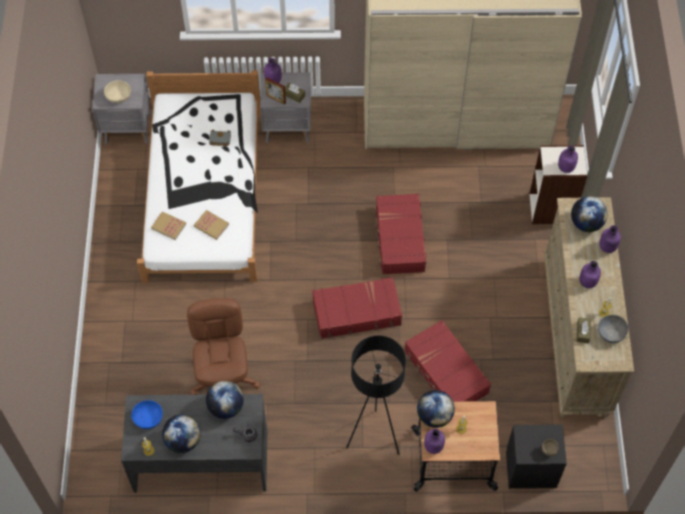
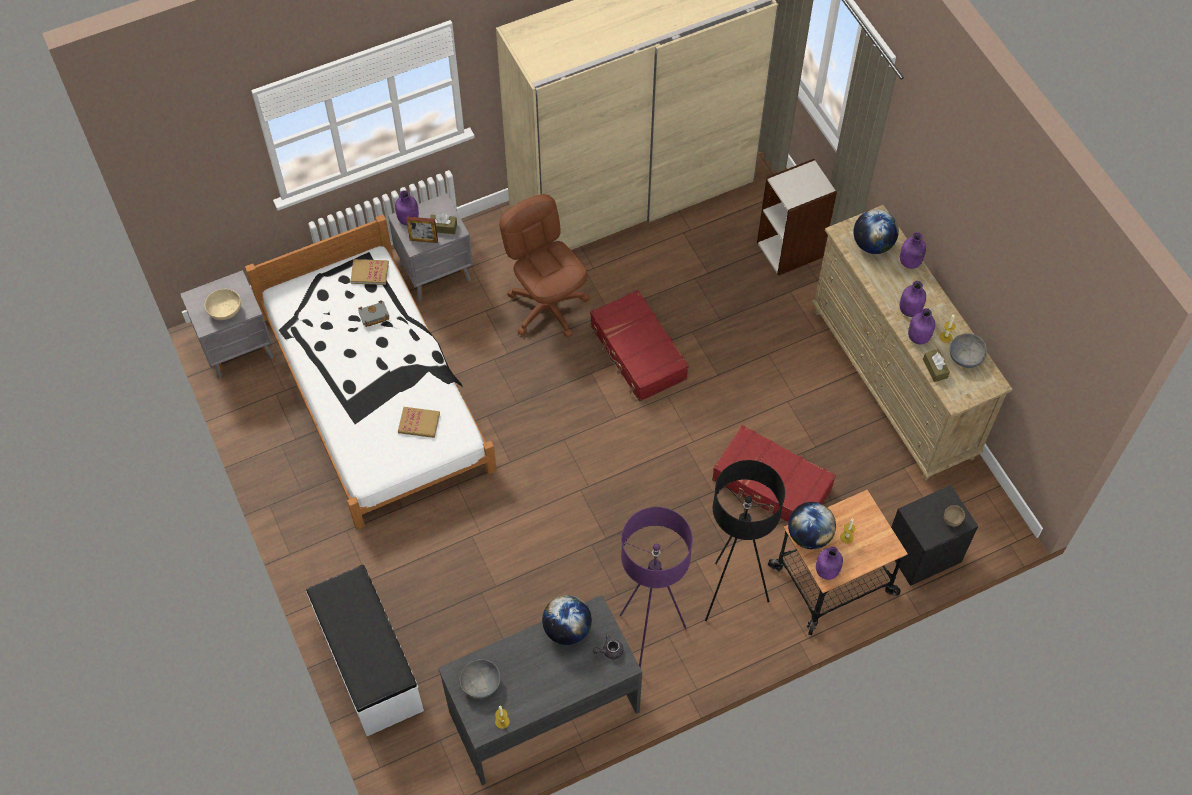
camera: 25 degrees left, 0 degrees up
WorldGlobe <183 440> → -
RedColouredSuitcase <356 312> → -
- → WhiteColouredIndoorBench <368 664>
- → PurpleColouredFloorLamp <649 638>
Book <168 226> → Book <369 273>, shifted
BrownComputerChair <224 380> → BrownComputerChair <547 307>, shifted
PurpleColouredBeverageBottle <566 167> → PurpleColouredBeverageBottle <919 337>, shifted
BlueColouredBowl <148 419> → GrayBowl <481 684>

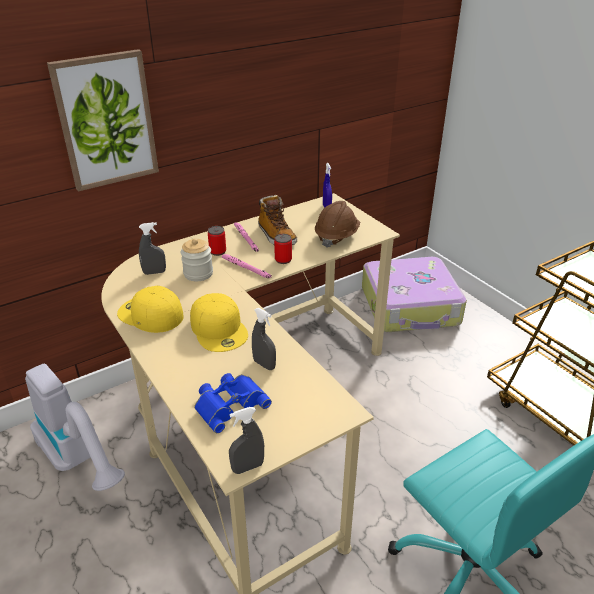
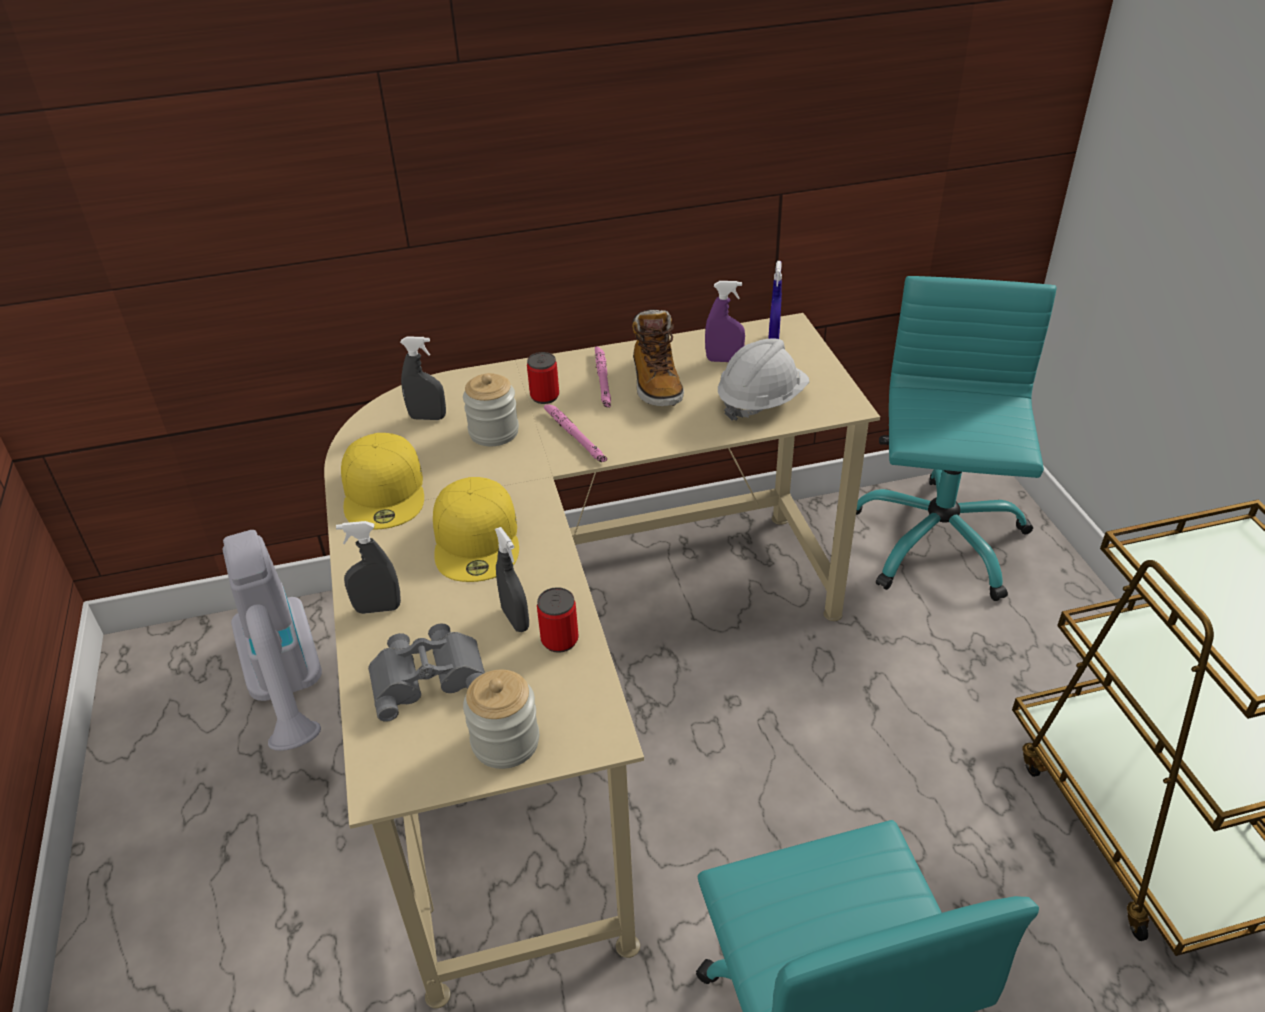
camera: 20 degrees right, 5 degrees up
WallPicture <106 120> → -
- → PreserveJar <505 742>
- → PurpleColouredSprayBottle <724 360>
GraySprayBottle <247 467> → GraySprayBottle <378 608>, shifted
SealedCan <283 260> → SealedCan <559 640>, shifted
Suitcase <410 306> → BlueGreenComputerChair <936 540>
BlueColouredBinoculars <229 403> → GrayBinoculars <428 675>
BrownWorkHelmet <336 236> → WhiteColouredWorkHelmet <761 401>
YellowishBaseballCap <149 314> → YellowishBaseballCap <385 491>, 150 degrees counterclockwise

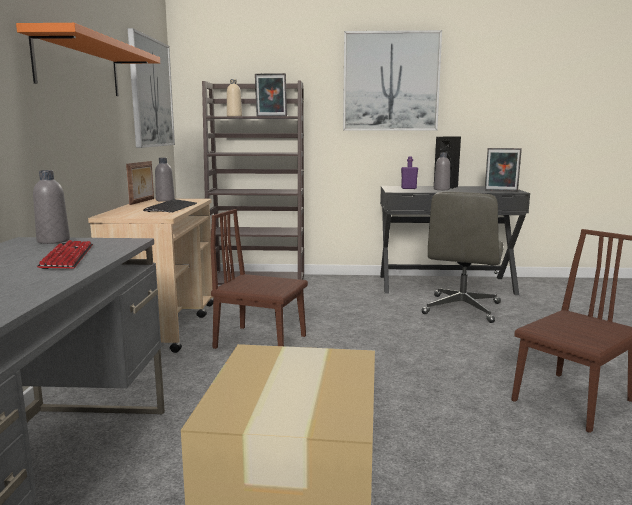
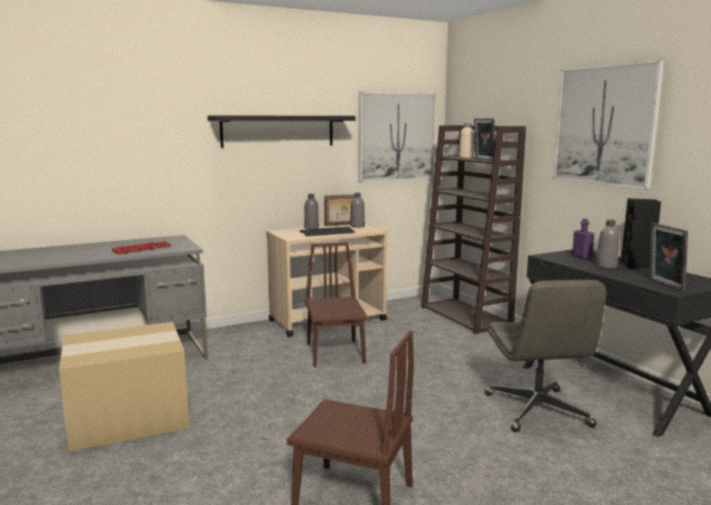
camera: 60 degrees right, 0 degrees up
GrayBeverageBottle <53 241> → GrayBeverageBottle <311 228>, shifted
OrangeColouredShelf <80 67> → BlackColouredShelf <278 131>
GrayComputerChair <462 309> → GrayComputerChair <537 411>, 90 degrees counterclockwise

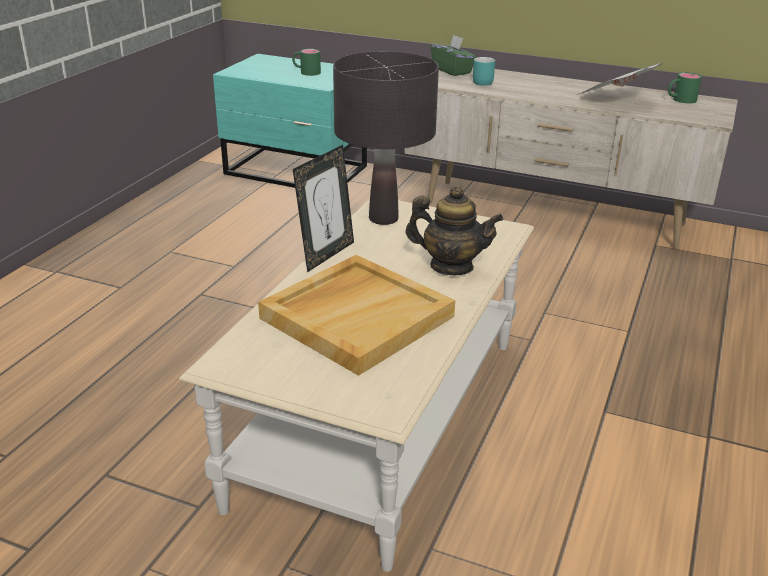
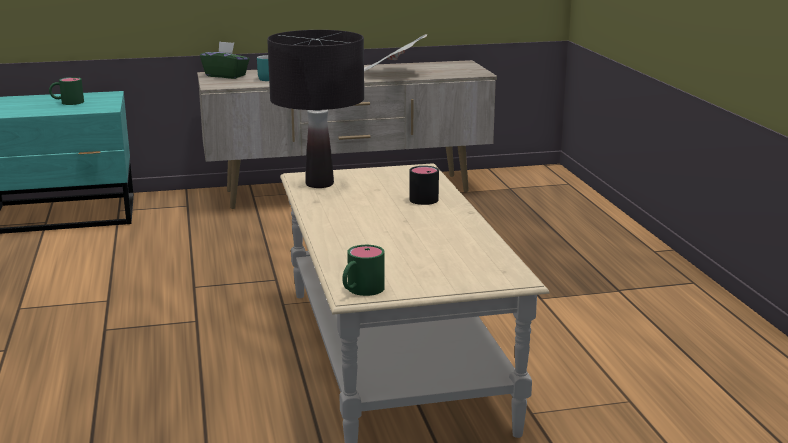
camera: 35 degrees left, 10 degrees down
SandColouredServingTray <357 316> → -
PictureFrame <326 255> → -
GreenishTeaMug <680 100> → GreenishTeaMug <360 291>, shifted
PotForTea <451 266> → BlackColouredTeaMug <421 197>

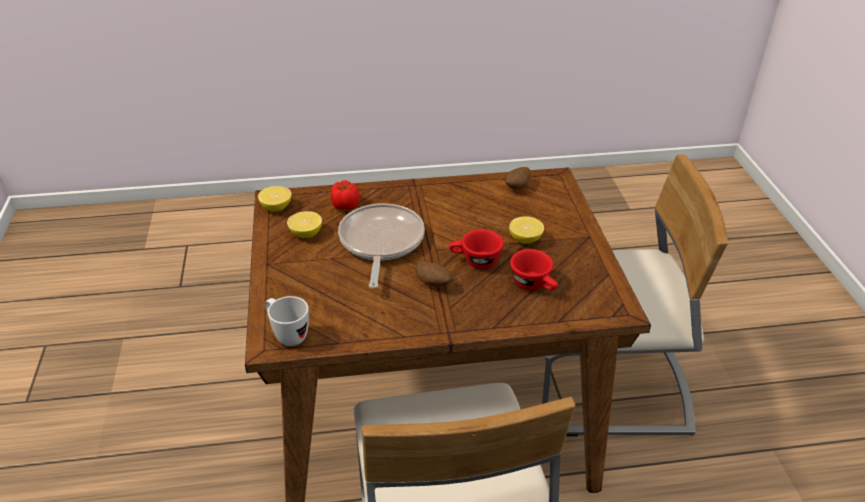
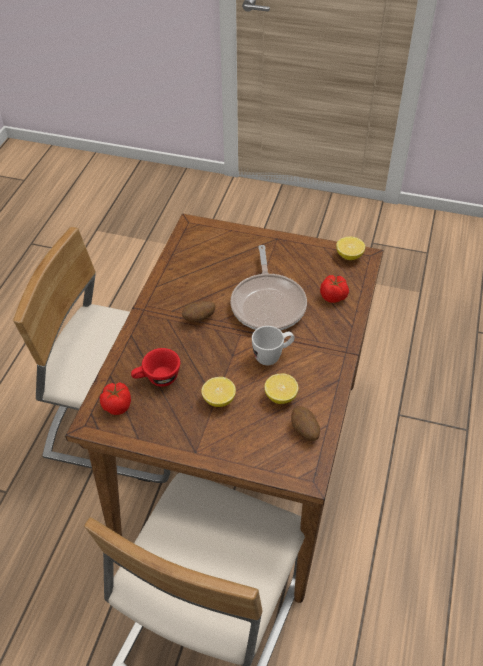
camera: 115 degrees right, 10 degrees up
RedColouredCup <475 261> → -
- → WholeTomato <118 405>
WhiteColouredTeaMug <287 335> → WhiteColouredTeaMug <273 356>, shifted
WholeLemon <306 234> → WholeLemon <280 396>, shifted
Skillet <380 242> → Skillet <268 303>, 60 degrees clockwise

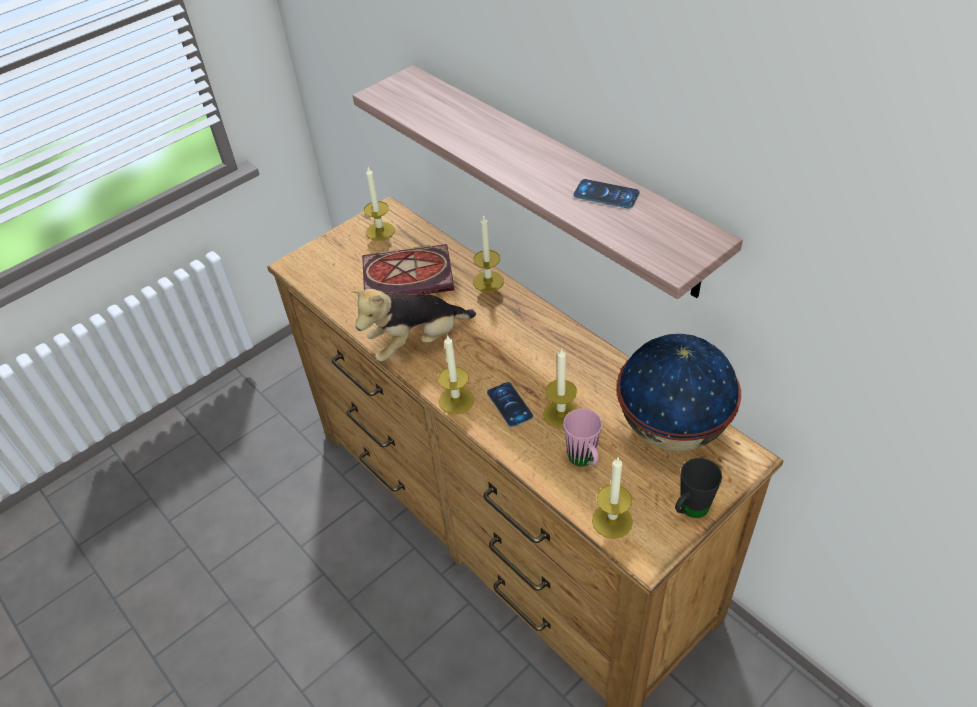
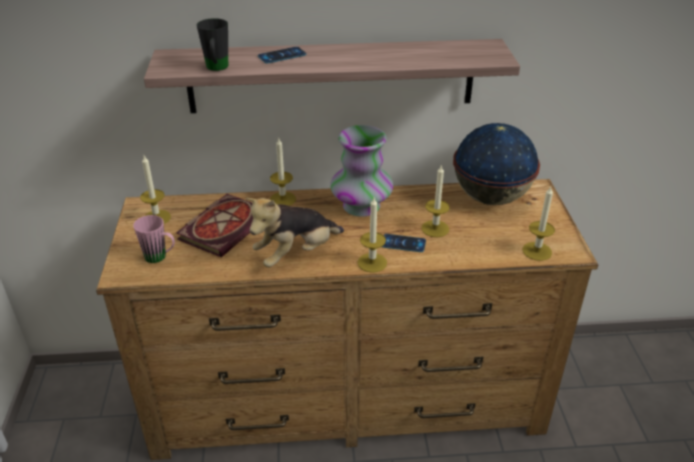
camera: 55 degrees left, 10 degrees down
- → FlowerVase <361 206>
PinkishTeaMug <584 461> → PinkishTeaMug <160 257>, shifted
Phone <606 194> → Phone <282 55>, shifted
BlackColouredTeaMug <689 511> → BlackColouredTeaMug <217 69>, shifted
CuddlyToy <417 343> → CuddlyToy <296 254>, 45 degrees clockwise

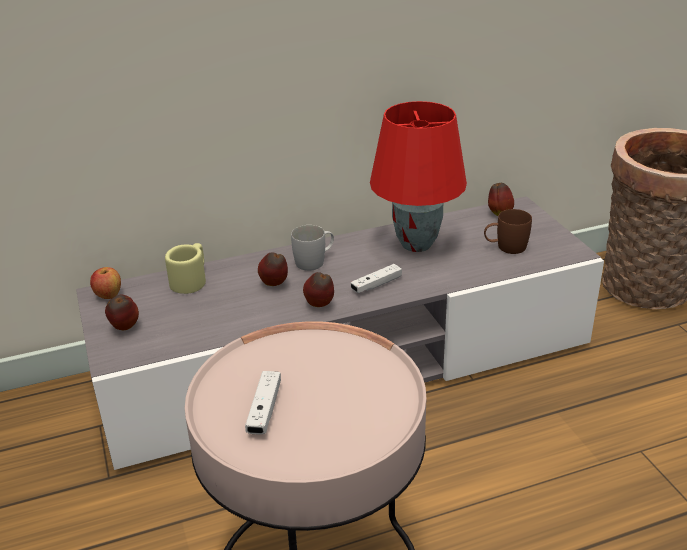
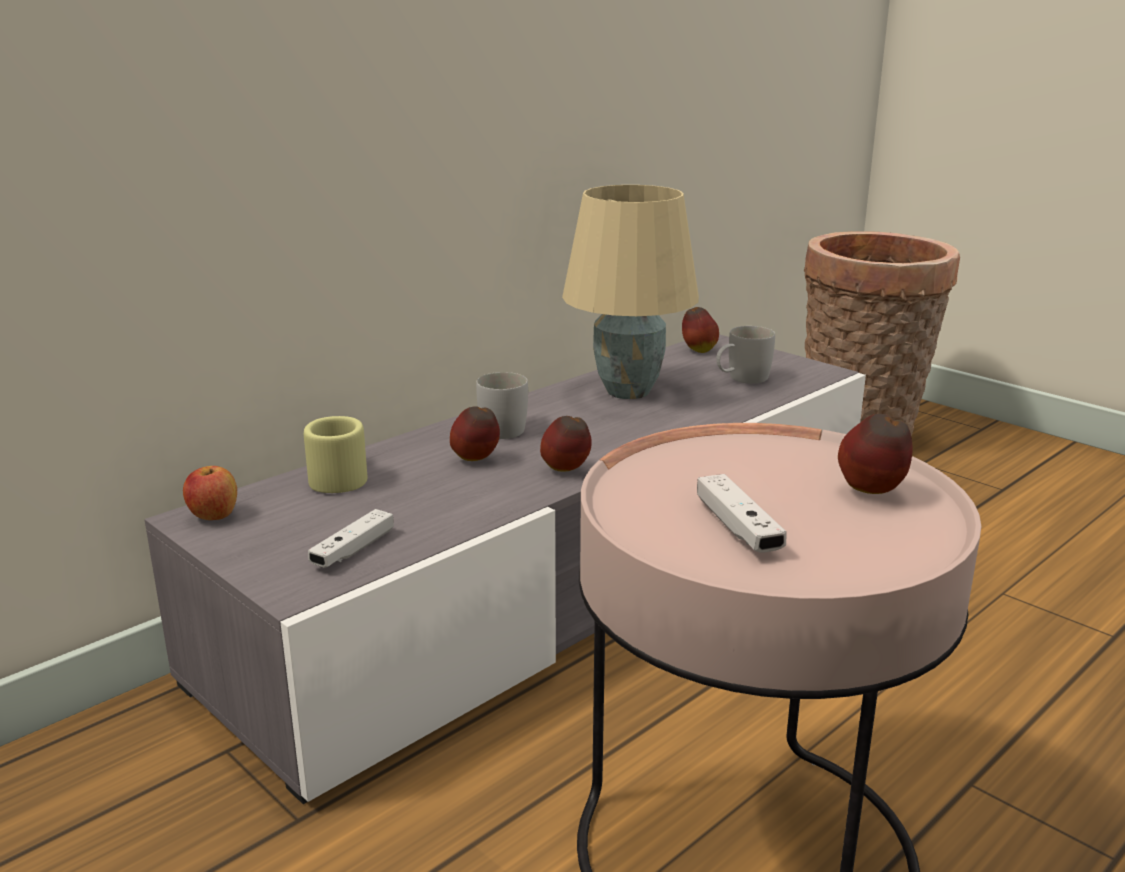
camera: 25 degrees left, 10 degrees down
AppleFruit <125 328> → AppleFruit <871 493>, shifted
WhiteColouredJoypad <376 285> → WhiteColouredJoypad <353 550>, shifted
RedColouredLampForATable <415 244> → SandColouredLampForATable <626 392>
BrownTeaMug <505 247> → WhiteColouredTeaMug <741 379>

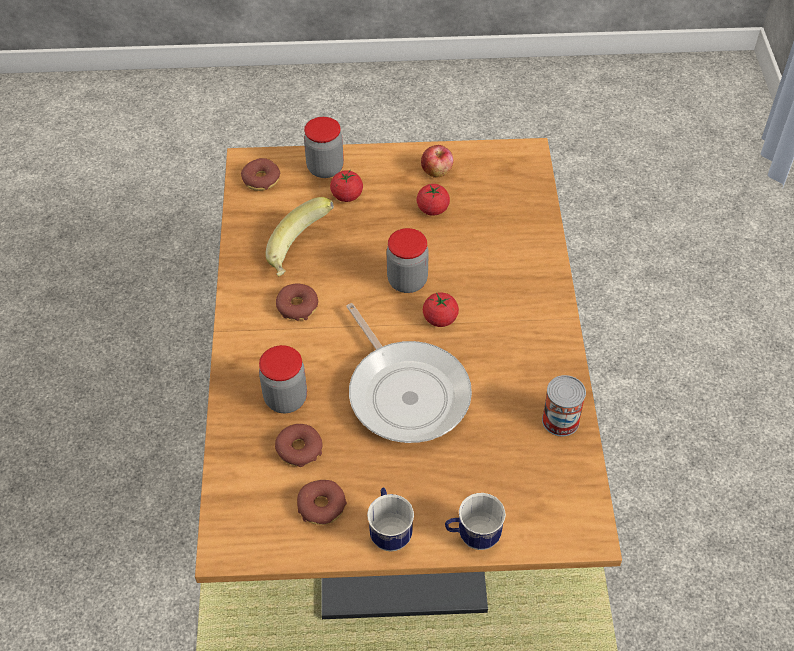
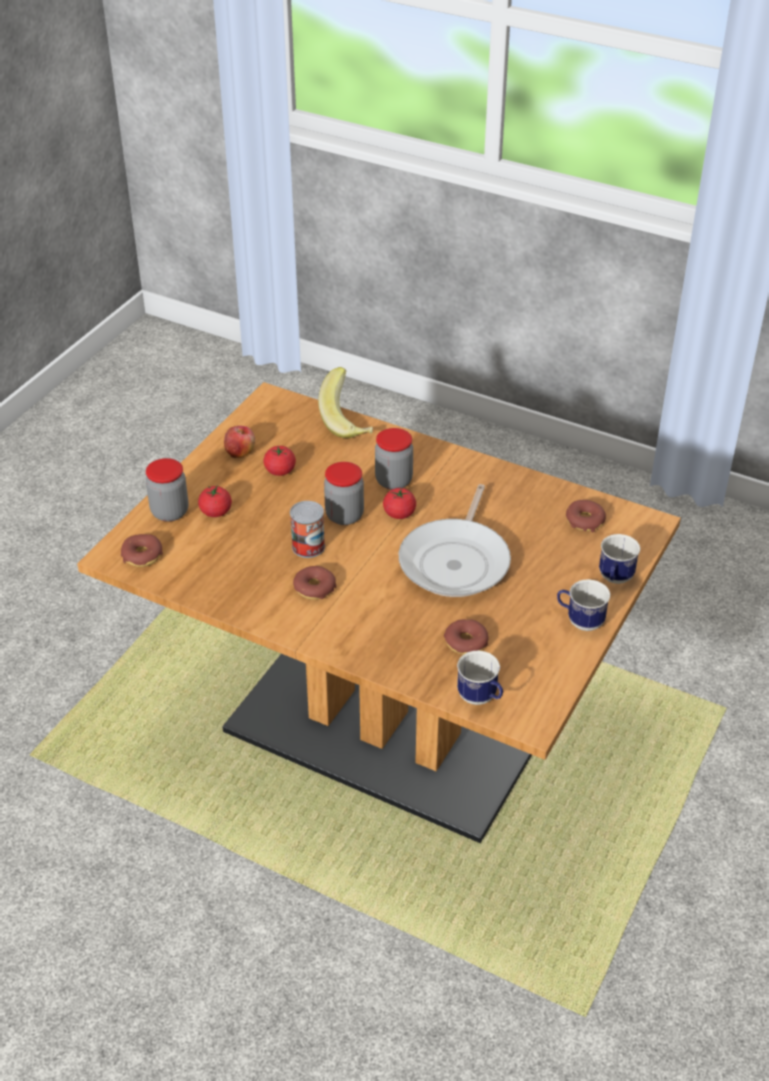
camera: 60 degrees left, 10 degrees down
- → TeaMug <481 699>
PreserveJar <286 399> → PreserveJar <393 481>, shifted
BananaFruit <301 253> → BananaFruit <349 421>, shifted
Donut <322 506> → Donut <585 521>, shifted
SealedCan <560 420> → SealedCan <308 546>, shifted
Skillet <406 392> → Skillet <456 561>, 105 degrees clockwise

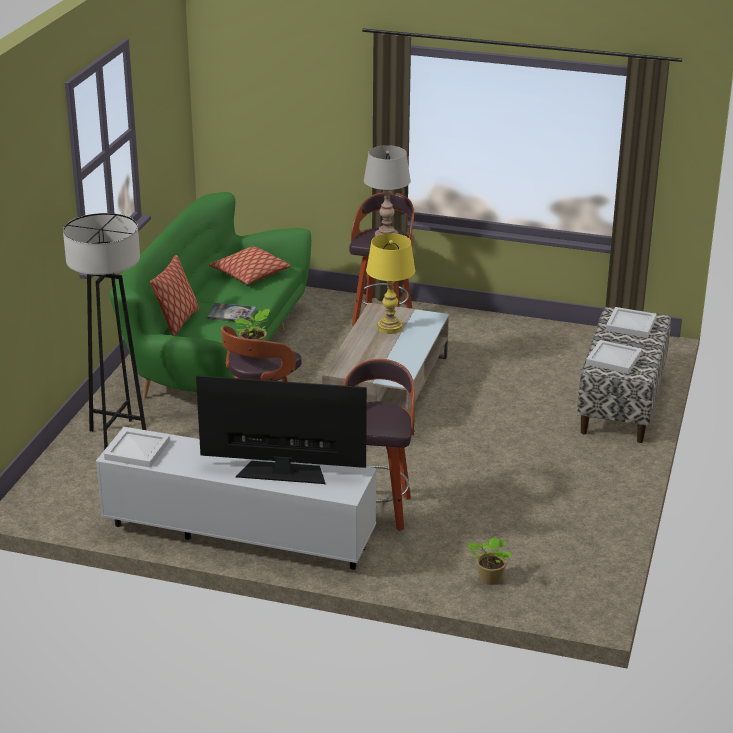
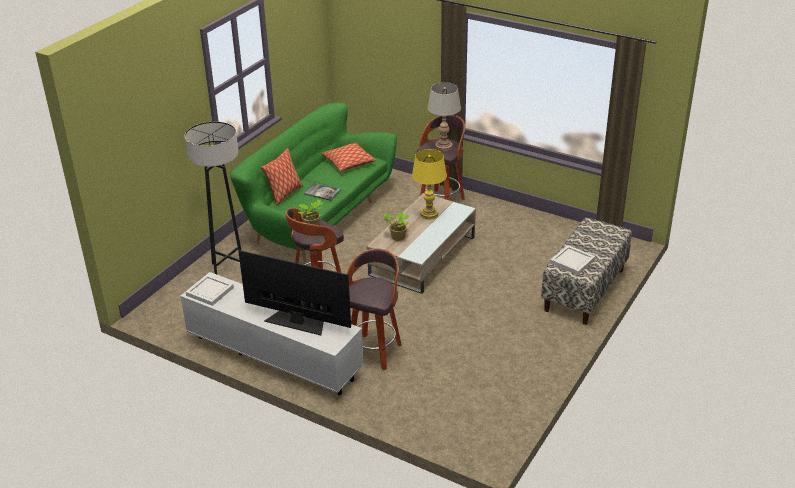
camera: 15 degrees right, 5 degrees up
WhiteColouredServingTray <631 324> → -
PlantInAPot <489 579> → PlantInAPot <397 237>, shifted

